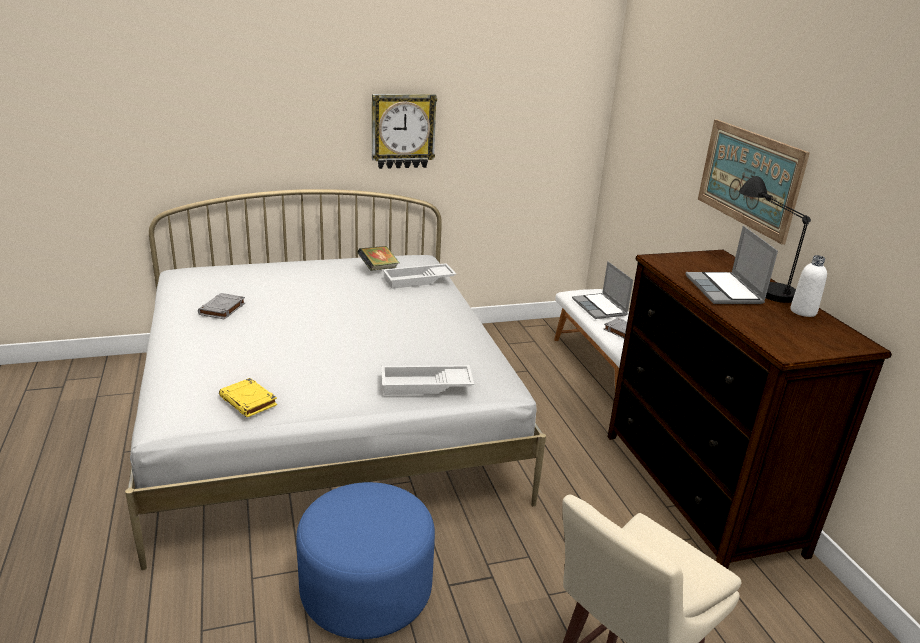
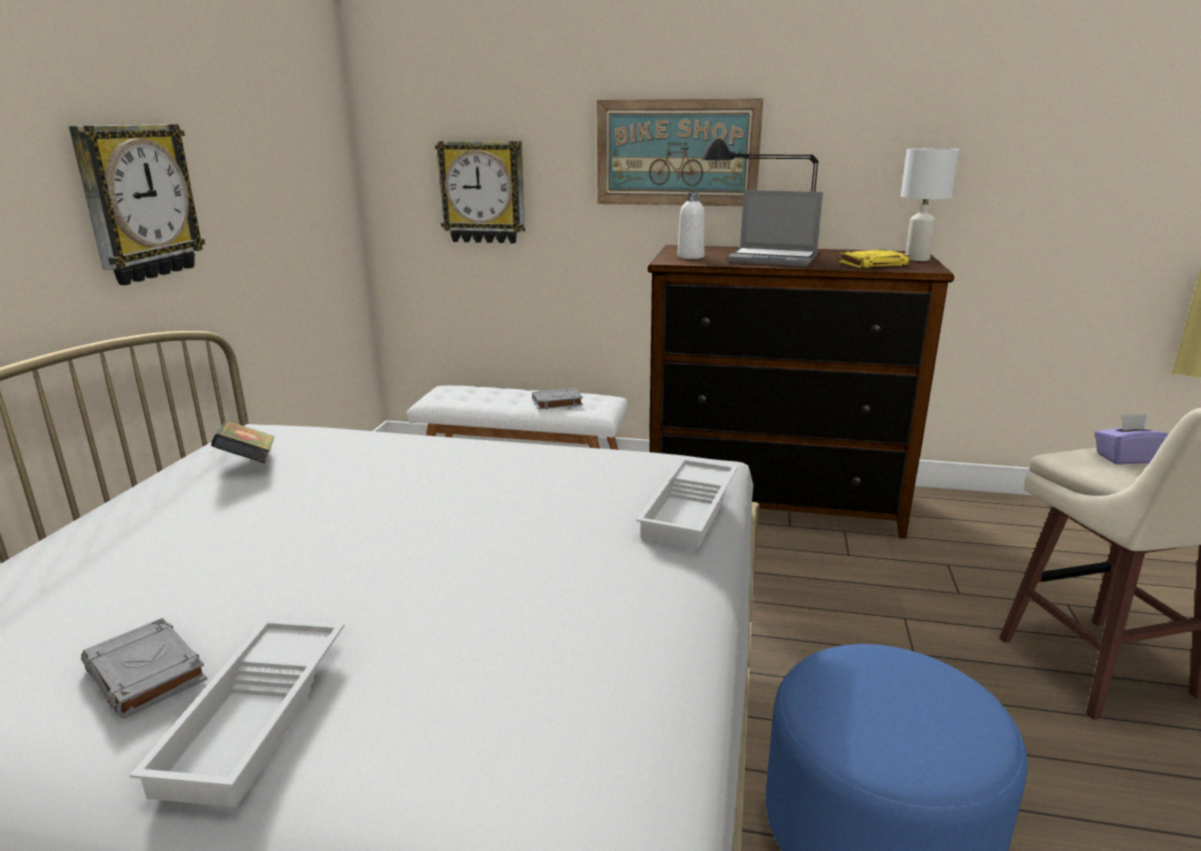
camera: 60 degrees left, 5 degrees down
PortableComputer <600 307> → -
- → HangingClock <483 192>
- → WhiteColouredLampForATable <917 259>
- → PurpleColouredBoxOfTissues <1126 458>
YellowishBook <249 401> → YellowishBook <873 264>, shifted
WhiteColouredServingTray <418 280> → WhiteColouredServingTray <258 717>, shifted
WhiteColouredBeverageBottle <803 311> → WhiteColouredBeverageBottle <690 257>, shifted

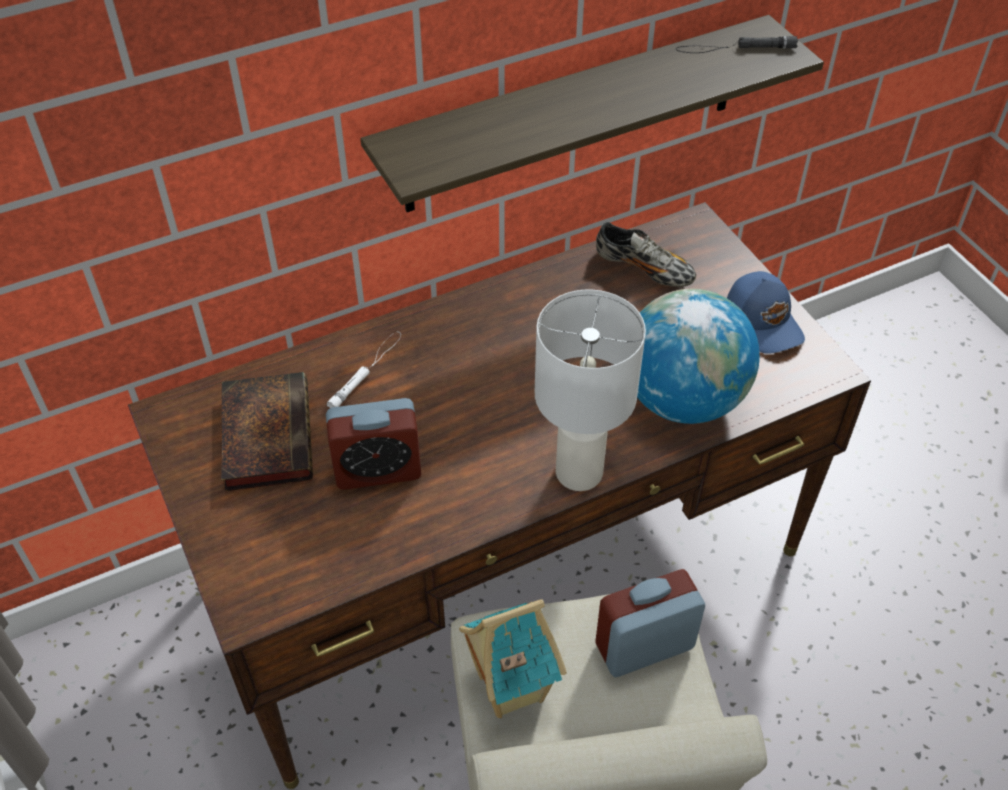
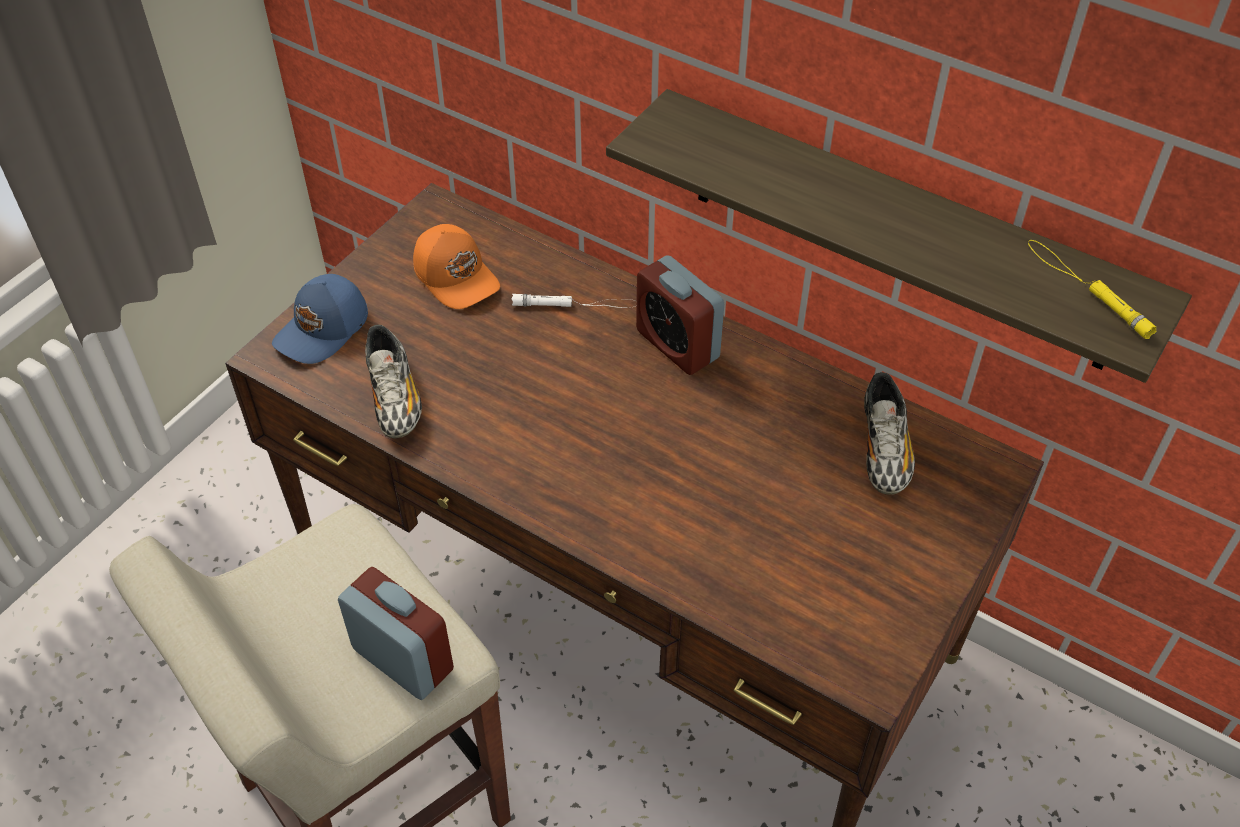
camera: 60 degrees right, 0 degrees up
ToyHouse <509 688> → -
WhiteColouredLampForATable <580 473> → -
WorldGlobe <682 399> → -
- → ItemOfFootwear <395 398>
AlarmClock <377 470> → AlarmClock <677 345>, shifted
BlueColouredBaseballCap <764 321> → BlueColouredBaseballCap <324 330>, shifted
Book <266 433> → OrangeColouredBaseballCap <457 276>
BlackColouredFlashlight <735 48> → YellowishFlashlight <1087 288>

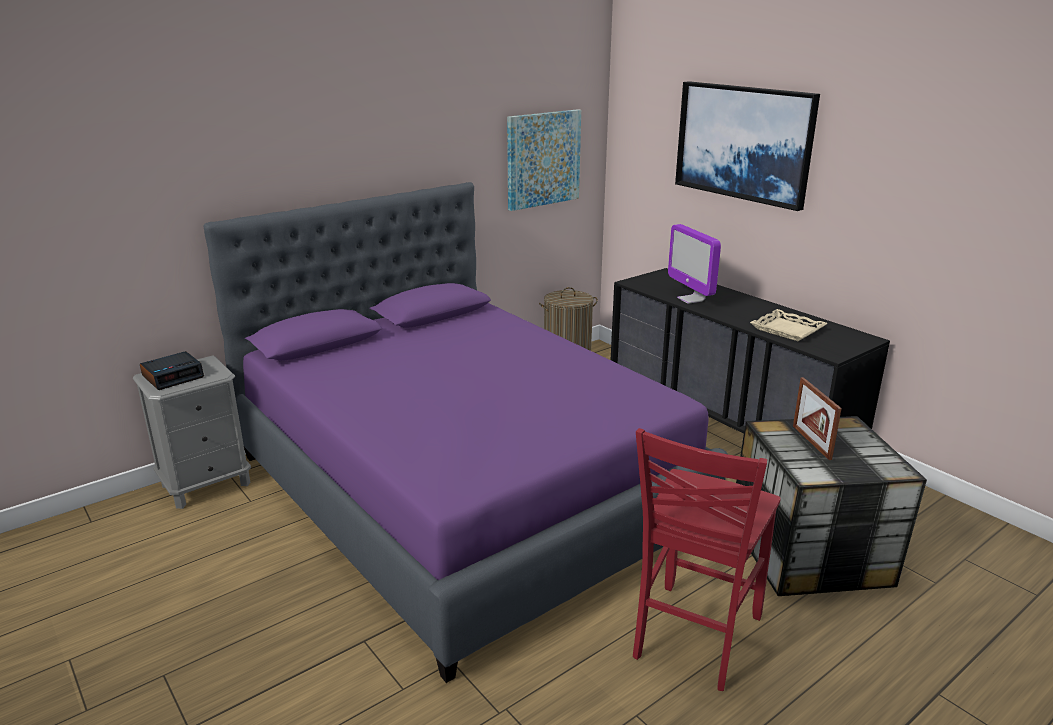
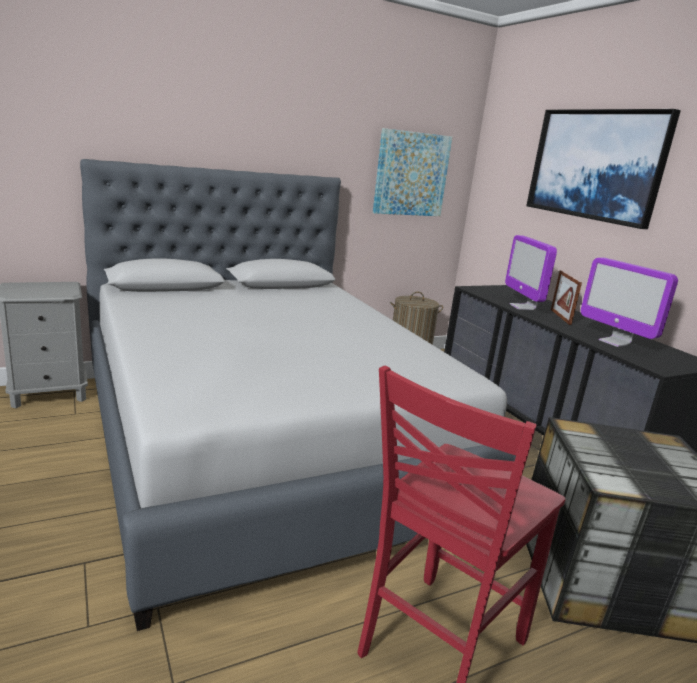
camera: 10 degrees right, 5 degrees down
AlarmClock <173 376> → -
PictureFrame <811 442> → PictureFrame <560 317>, shifted
SandColouredServingTray <788 329> → Monitor <614 342>
PurpleColouredBed <463 490> → GrayBed <264 442>

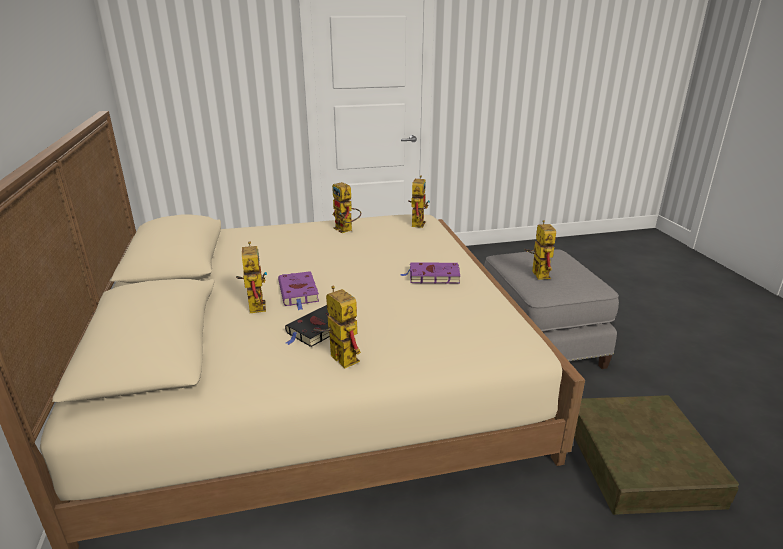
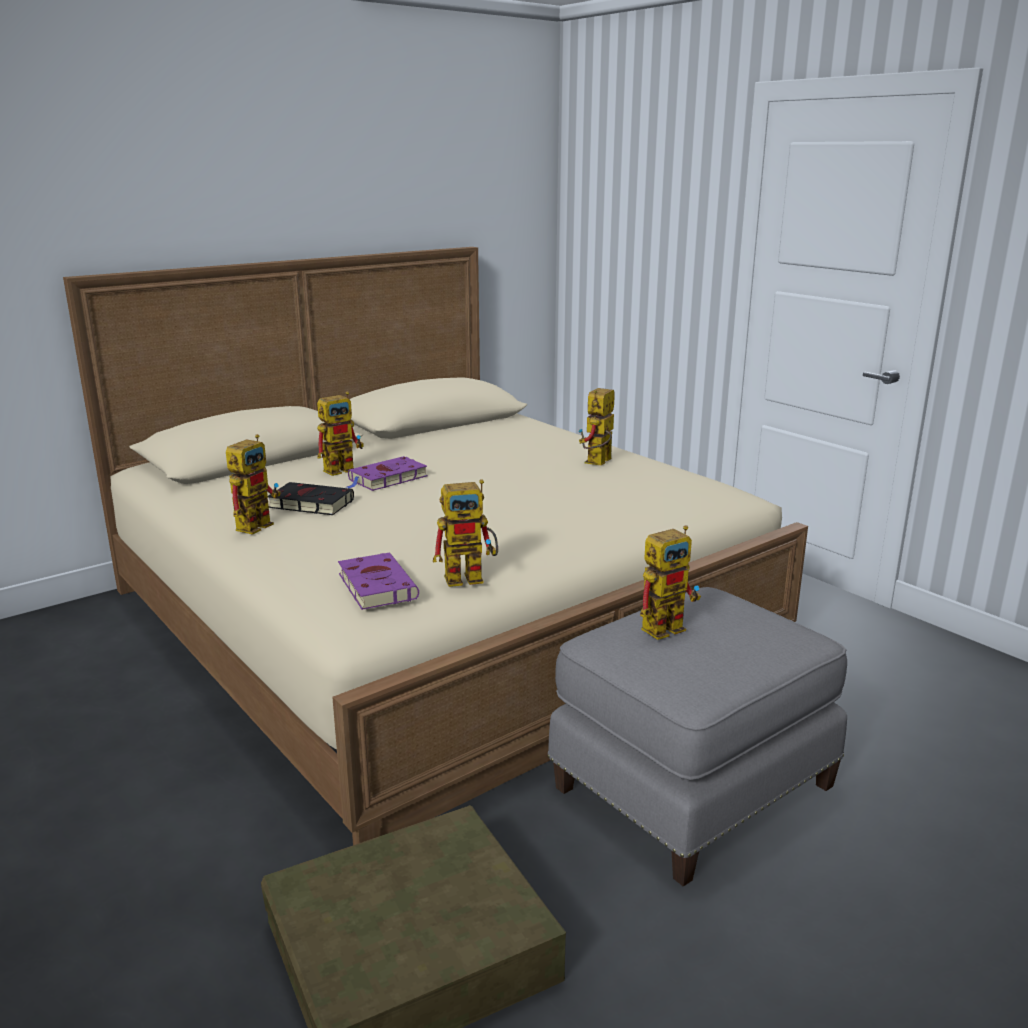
camera: 65 degrees right, 5 degrees down
PurpleColouredBook <432 276> → PurpleColouredBook <376 585>, shifted
ModelRobot <417 222> → ModelRobot <472 577>, shifted

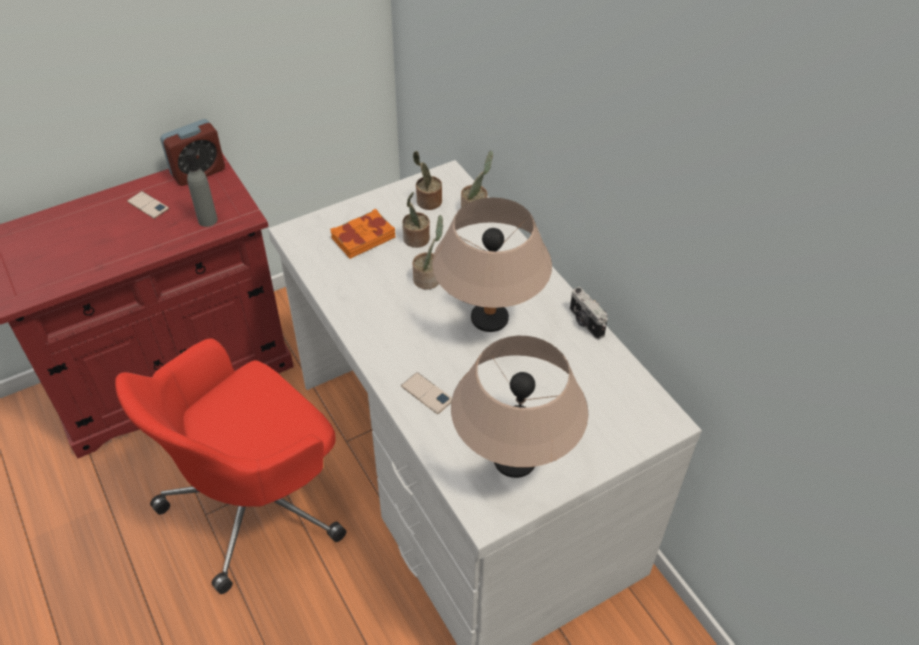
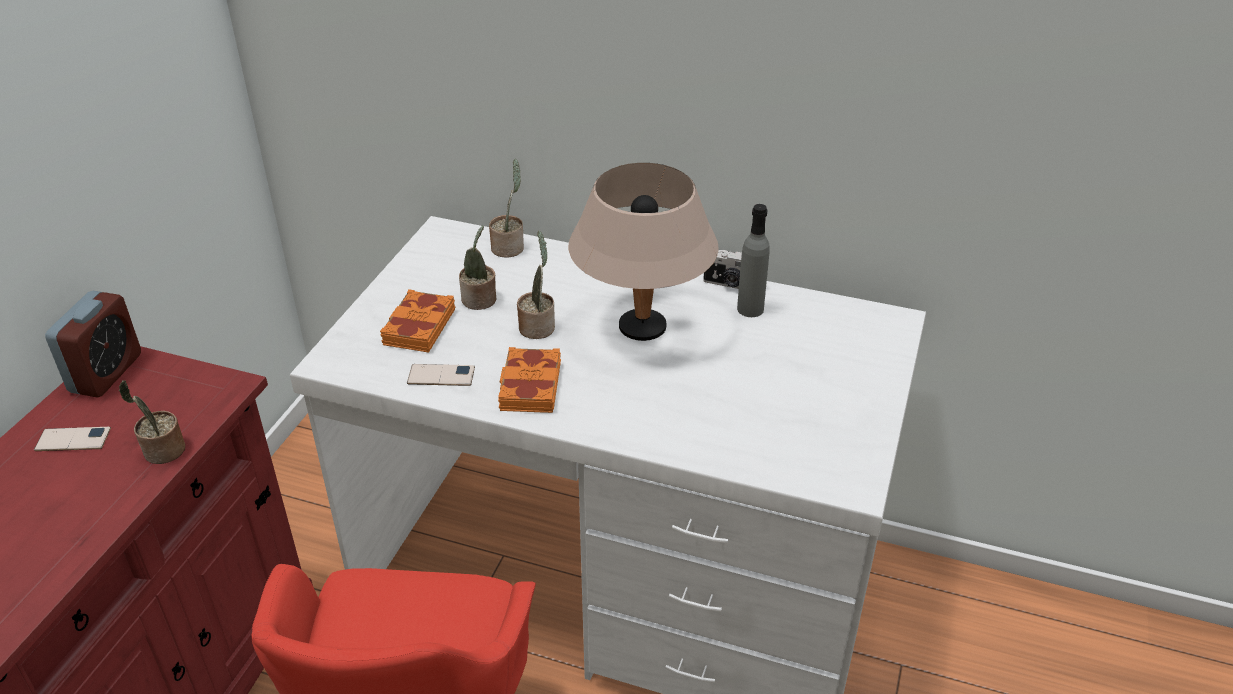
camera: 40 degrees left, 10 degrees down
SandColouredLampForATable <515 461> → -
- → OrangeColouredBook <529 386>
GrayBeverageBottle <207 220> → GrayBeverageBottle <750 309>, shifted
Phone <427 393> → Phone <441 375>, shifted
PlantInAPot <427 202> → PlantInAPot <163 452>, shifted

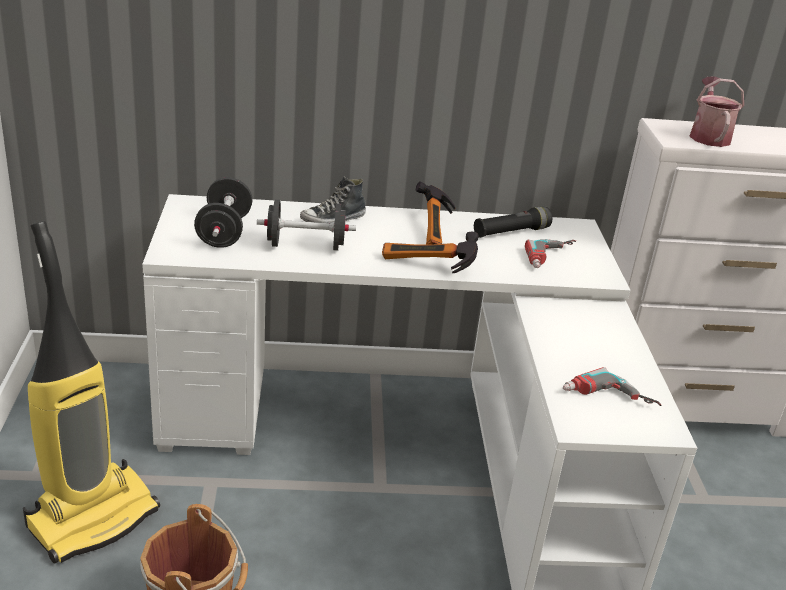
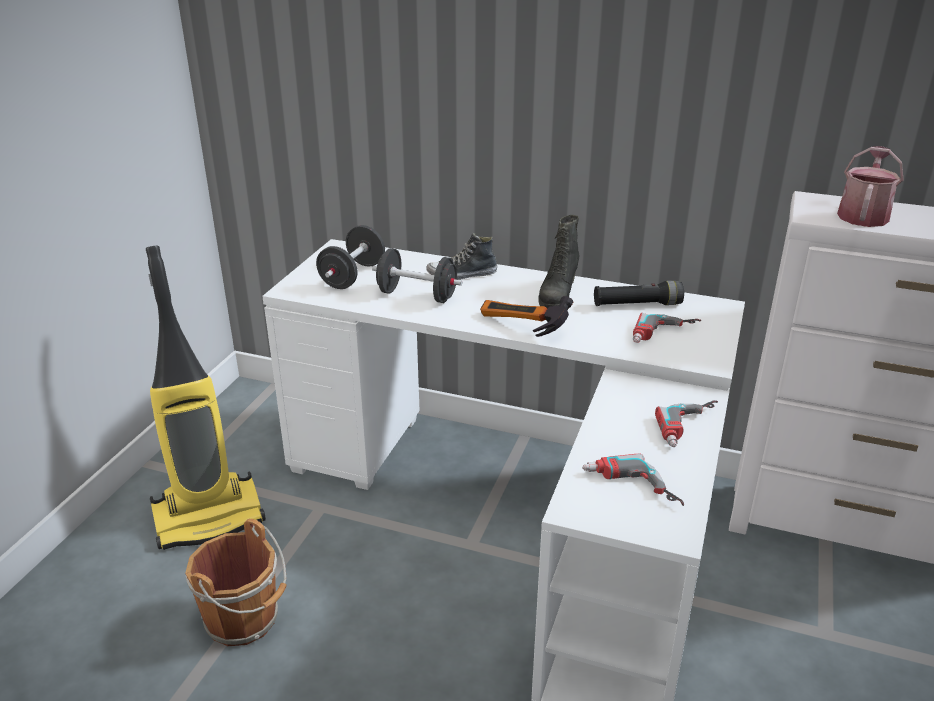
camera: 25 degrees right, 0 degrees up
- → Drill <692 428>
HandHammer <437 231> → BlackColouredTallBoot <557 296>

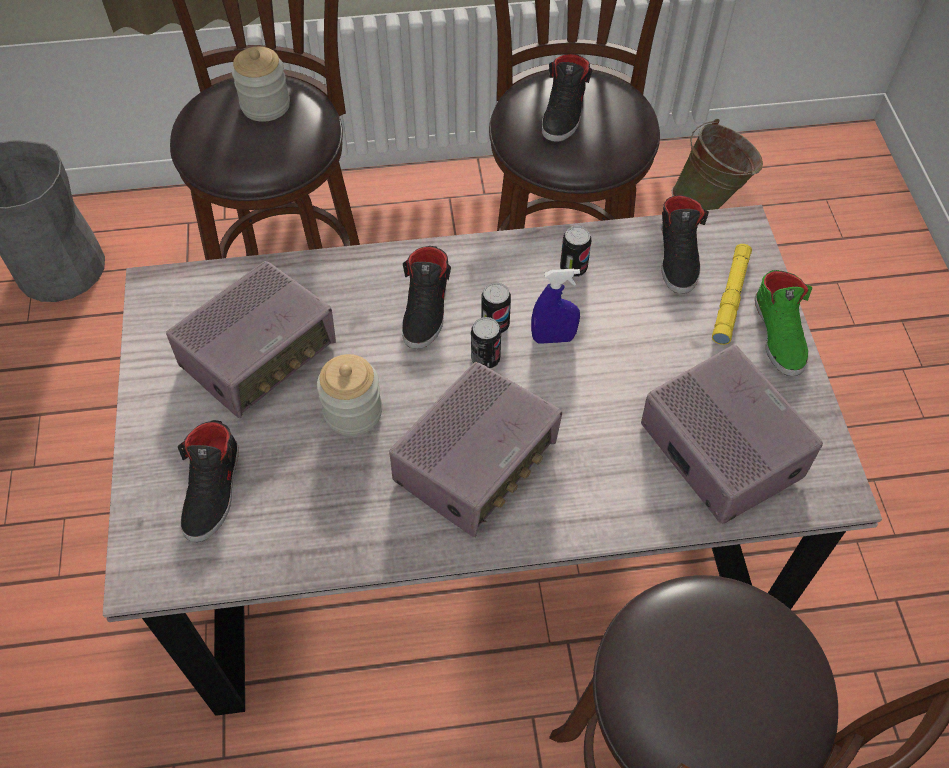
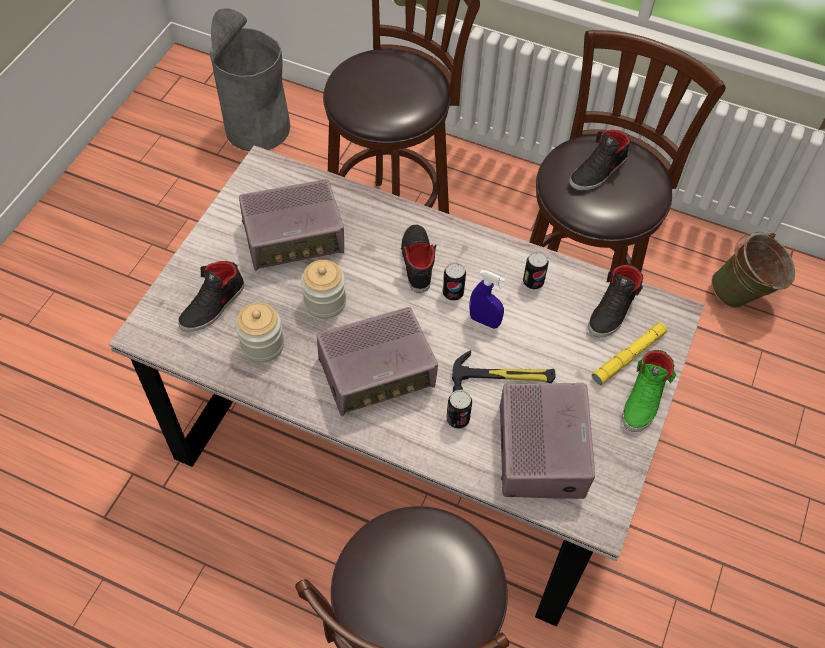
camera: 30 degrees right, 0 degrees up
- → HandHammer <503 376>
PreserveJar <265 105> → PreserveJar <262 345>, shifted
SealedCan <485 359> → SealedCan <458 419>, shifted
BlackColouredItemOfFootwear <426 309> → BlackColouredItemOfFootwear <416 261>, 135 degrees clockwise

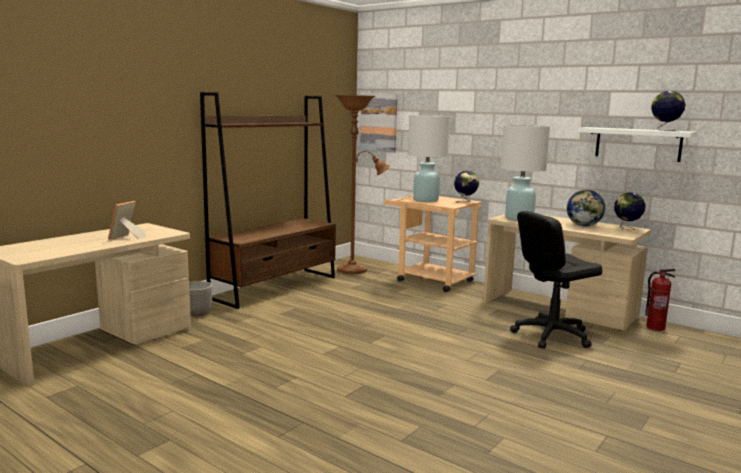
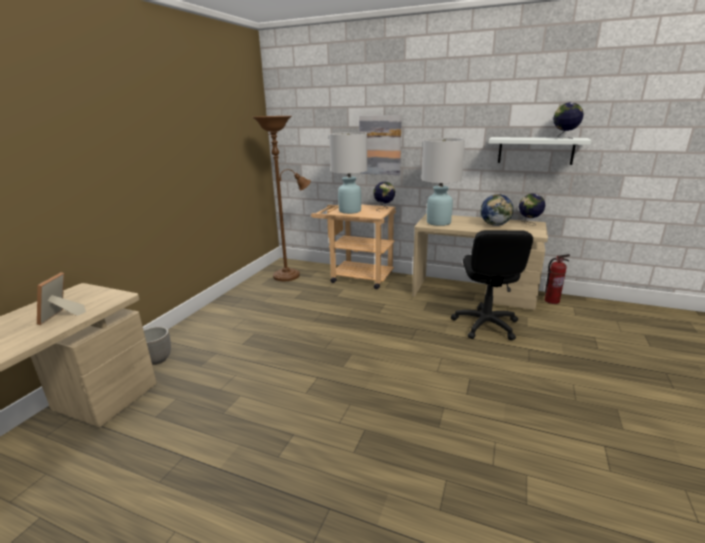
camera: 15 degrees left, 10 degrees up
BrownBookcase <275 287> → -
WallPicture <379 122> → WallPicture <380 145>, shifted
BlackColouredComputerChair <551 335> → BlackColouredComputerChair <485 325>, 45 degrees counterclockwise

